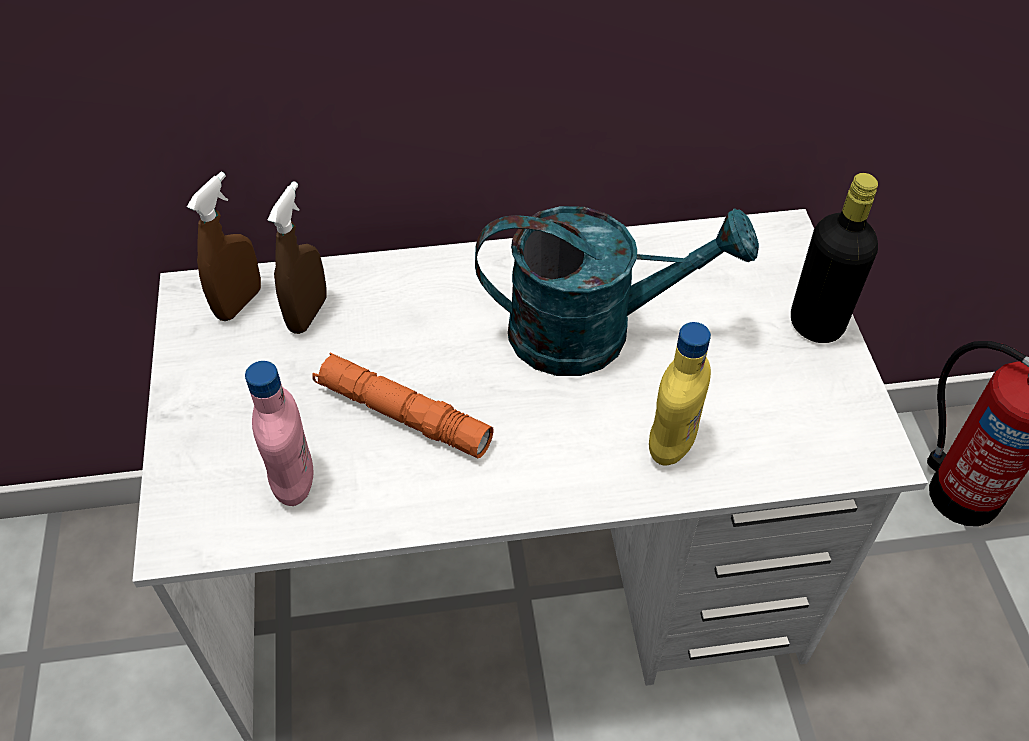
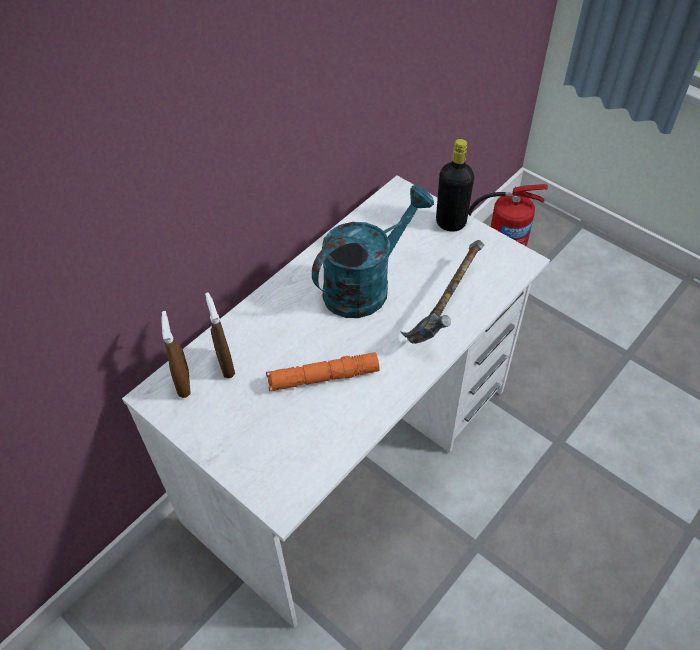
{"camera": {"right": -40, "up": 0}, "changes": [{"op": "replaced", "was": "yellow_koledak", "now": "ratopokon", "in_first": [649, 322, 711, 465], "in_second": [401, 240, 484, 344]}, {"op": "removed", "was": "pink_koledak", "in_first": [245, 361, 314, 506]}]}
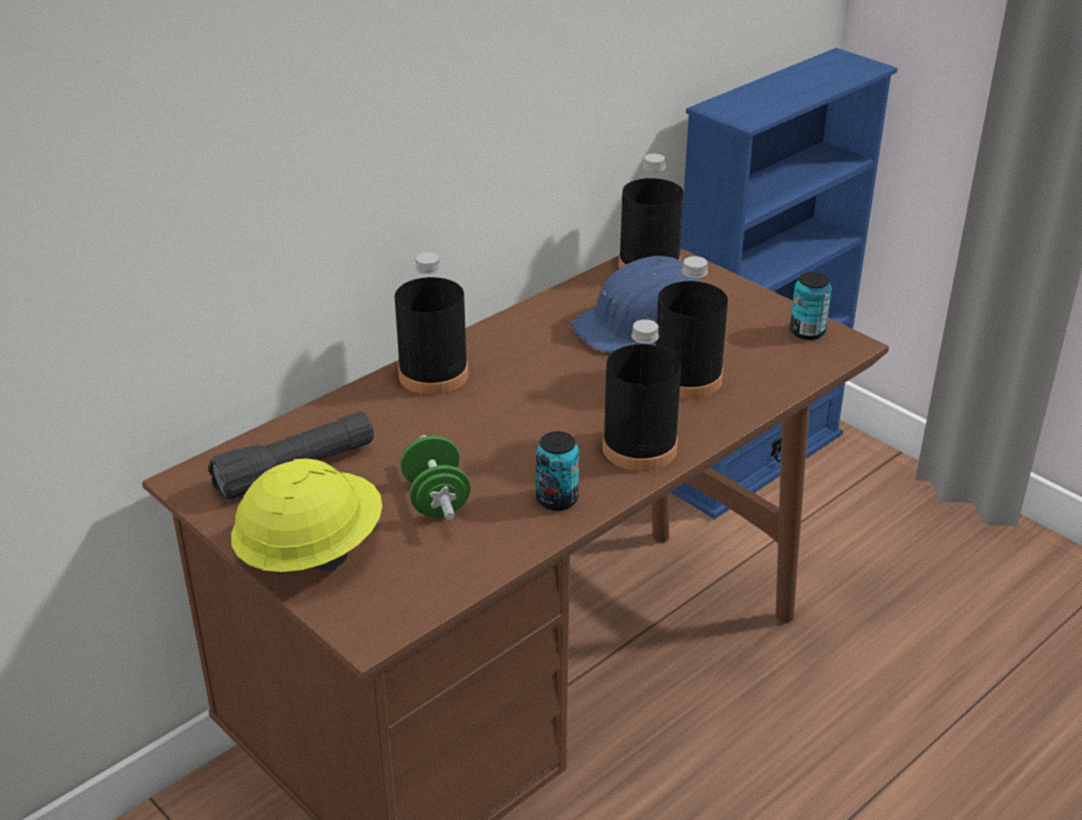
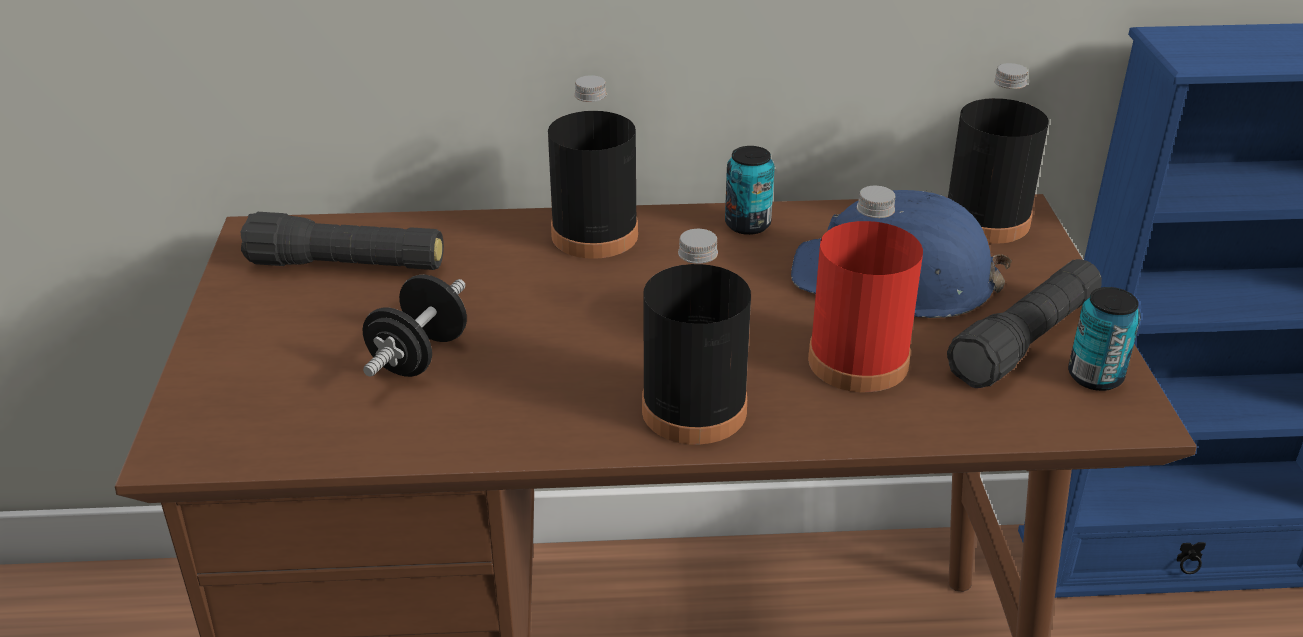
{"camera": {"right": 40, "up": 0}, "changes": [{"op": "recoloured", "was": "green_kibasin", "now": "black_kibasin", "in_first": [400, 435, 470, 520], "in_second": [363, 275, 467, 377]}, {"op": "moved", "was": "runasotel", "in_first": [536, 431, 579, 511], "in_second": [725, 146, 775, 235]}, {"op": "recoloured", "was": "black_koledak", "now": "red_koledak", "in_first": [655, 256, 728, 399], "in_second": [808, 186, 923, 392]}, {"op": "added", "now": "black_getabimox", "in_second": [947, 259, 1102, 388]}, {"op": "removed", "was": "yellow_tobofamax", "in_first": [231, 459, 382, 572]}]}
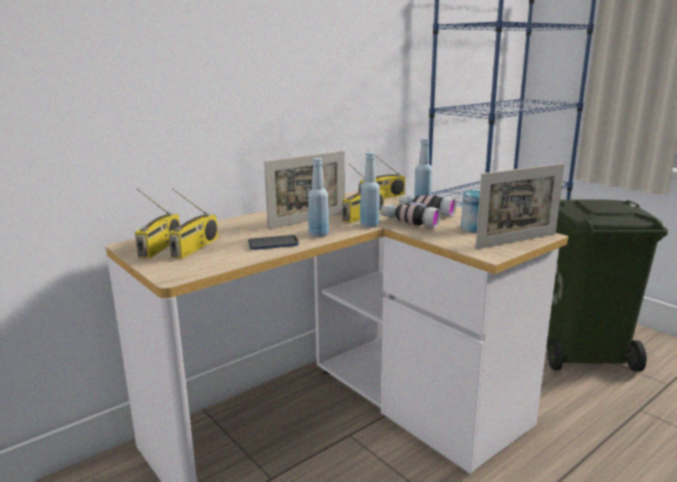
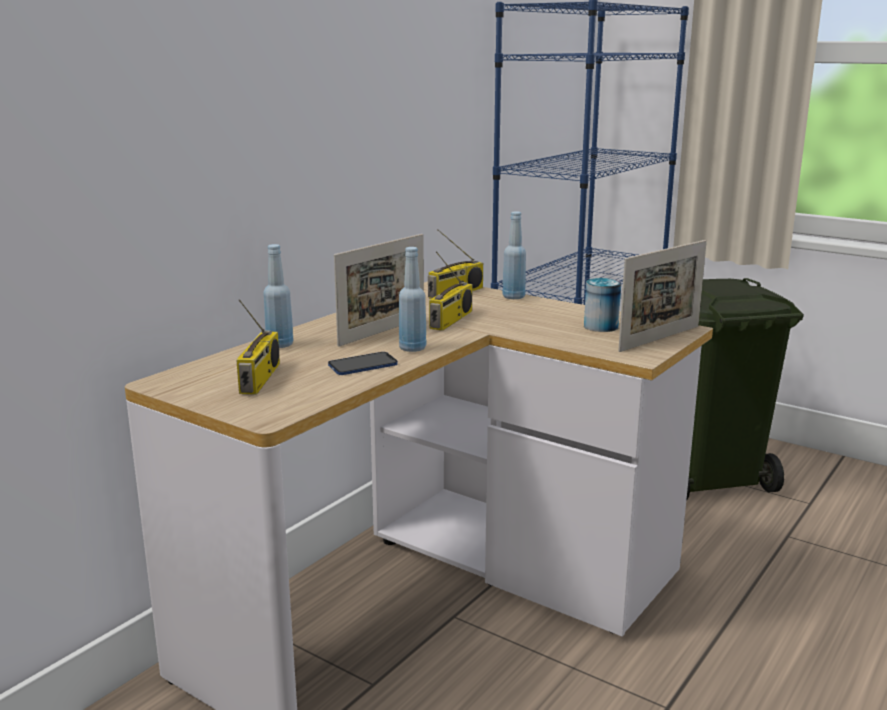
{"camera": {"right": -15, "up": 0}, "changes": [{"op": "moved", "was": "blue_koledak", "in_first": [360, 152, 380, 228], "in_second": [263, 244, 293, 348]}, {"op": "removed", "was": "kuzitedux", "in_first": [135, 188, 180, 258]}, {"op": "removed", "was": "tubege", "in_first": [381, 195, 456, 228]}]}
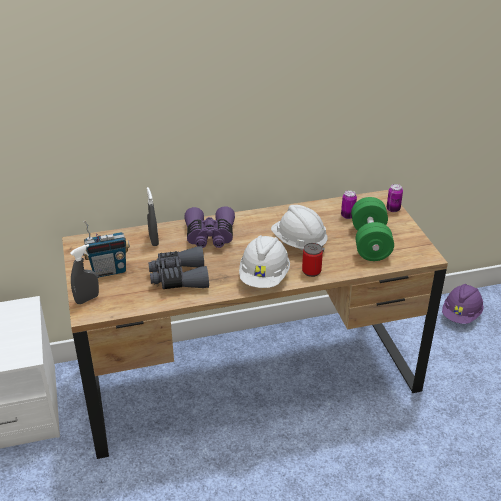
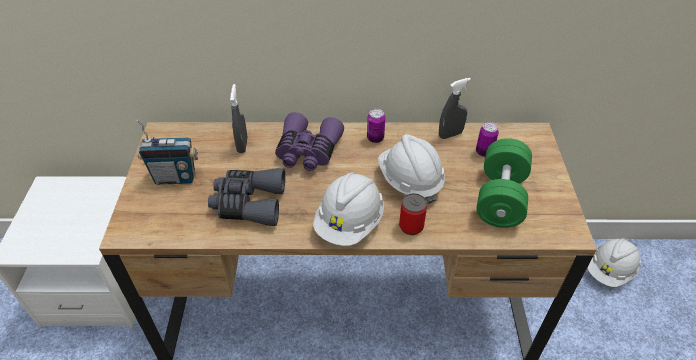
{"camera": {"right": 15, "up": 10}, "changes": [{"op": "moved", "was": "runasotel", "in_first": [387, 184, 403, 212], "in_second": [367, 109, 385, 143]}, {"op": "moved", "was": "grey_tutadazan", "in_first": [70, 244, 99, 304], "in_second": [439, 78, 471, 139]}, {"op": "recoloured", "was": "purple_tobofamax", "now": "white_tobofamax", "in_first": [442, 284, 484, 324], "in_second": [587, 238, 641, 287]}]}
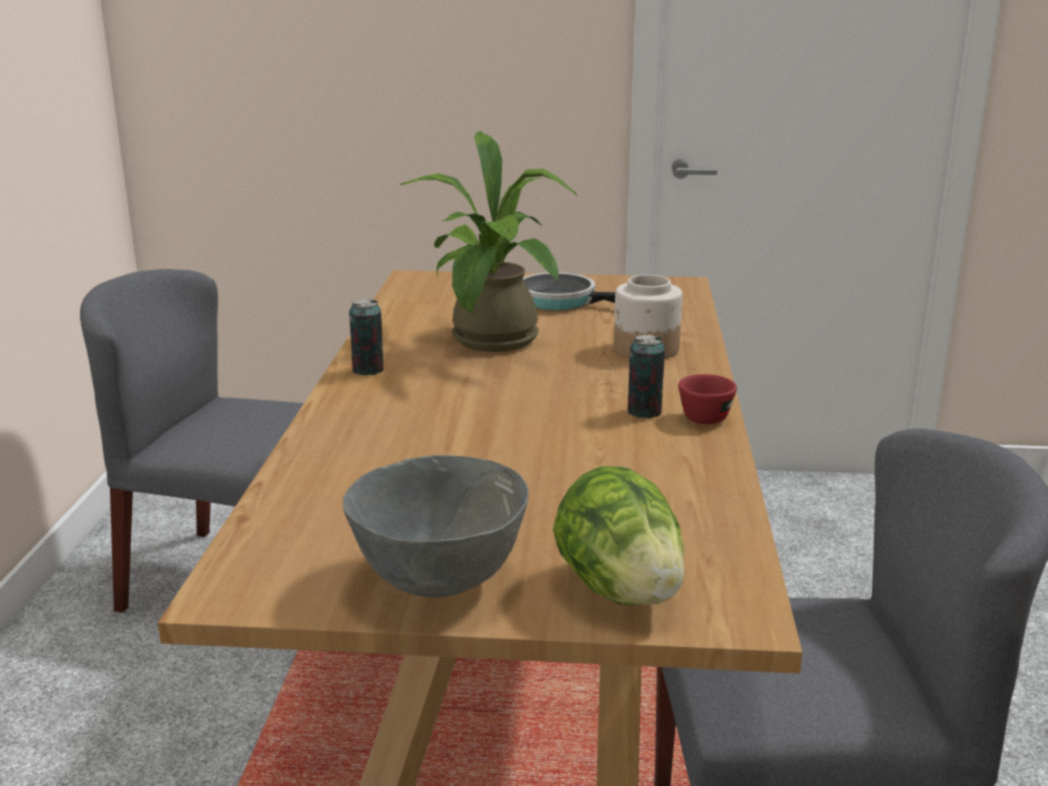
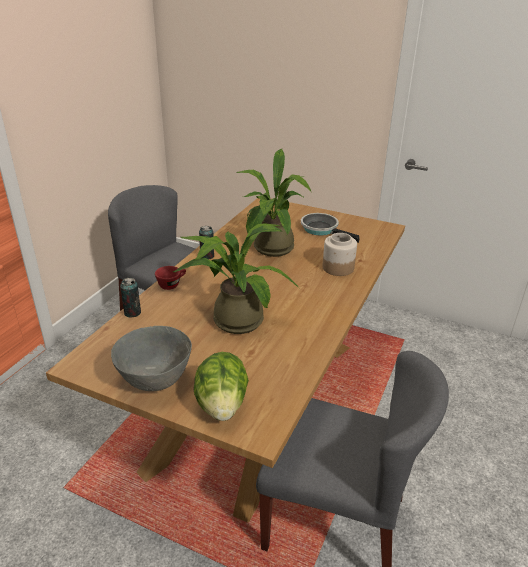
{"camera": {"right": 20, "up": 10}, "changes": [{"op": "moved", "was": "runasotel", "in_first": [628, 334, 665, 418], "in_second": [120, 278, 141, 317]}, {"op": "moved", "was": "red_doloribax", "in_first": [678, 374, 737, 424], "in_second": [155, 266, 186, 290]}, {"op": "added", "now": "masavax", "in_second": [173, 223, 300, 334]}]}
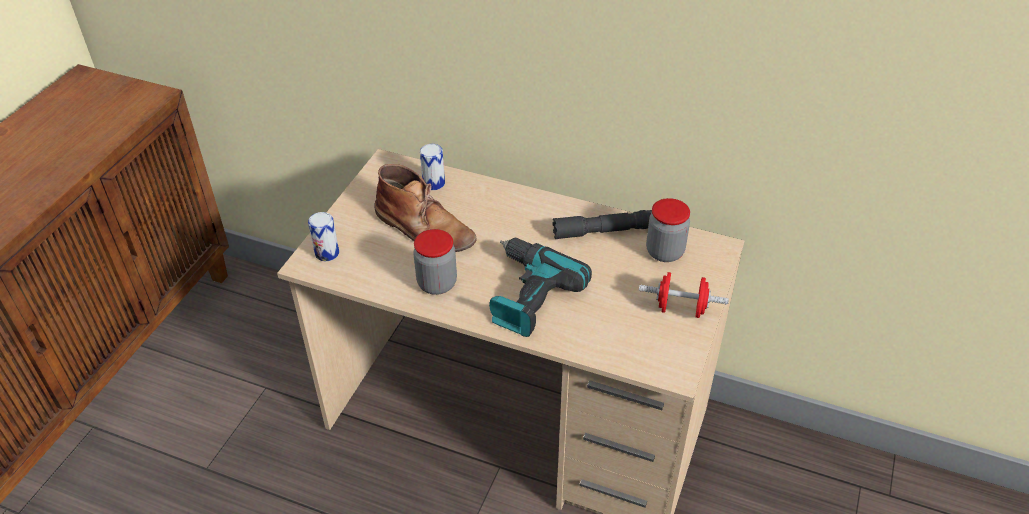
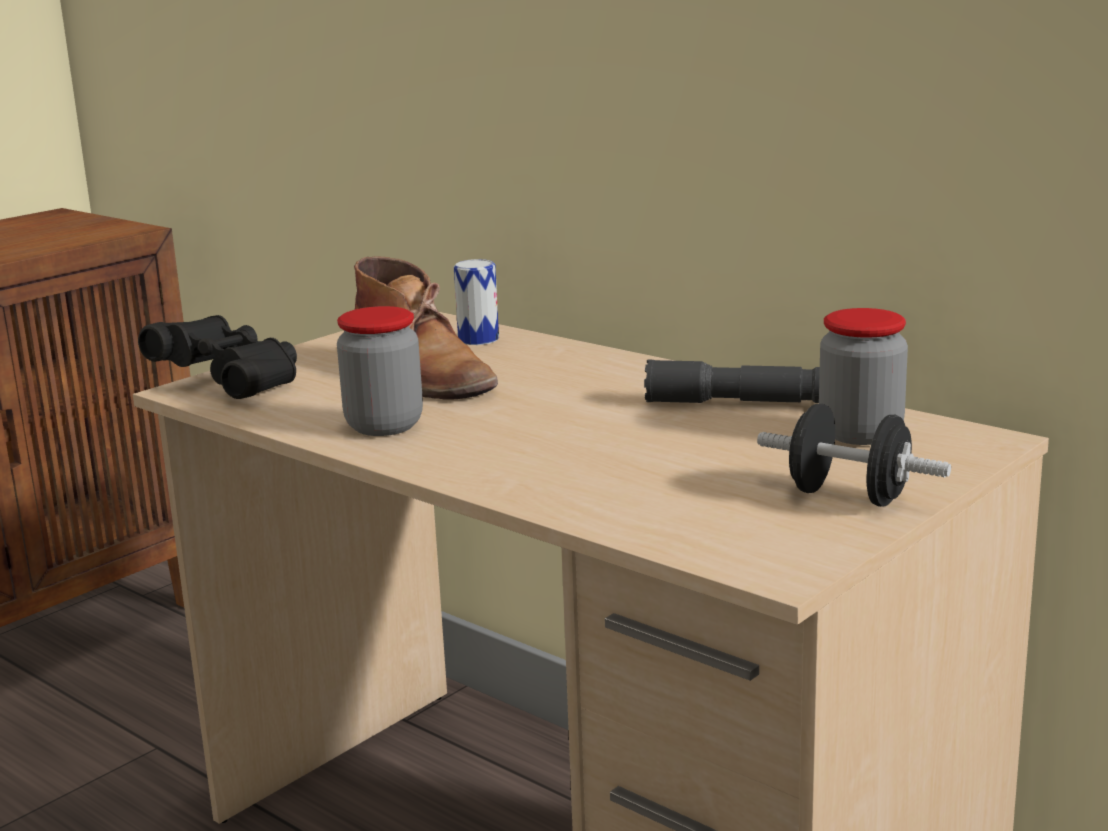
{"camera": {"right": 20, "up": -25}, "changes": [{"op": "replaced", "was": "runasotel", "now": "black_tubege", "in_first": [308, 212, 339, 261], "in_second": [138, 315, 297, 399]}, {"op": "recoloured", "was": "red_kibasin", "now": "black_kibasin", "in_first": [639, 272, 729, 318], "in_second": [757, 404, 951, 507]}, {"op": "removed", "was": "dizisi", "in_first": [489, 237, 592, 337]}]}
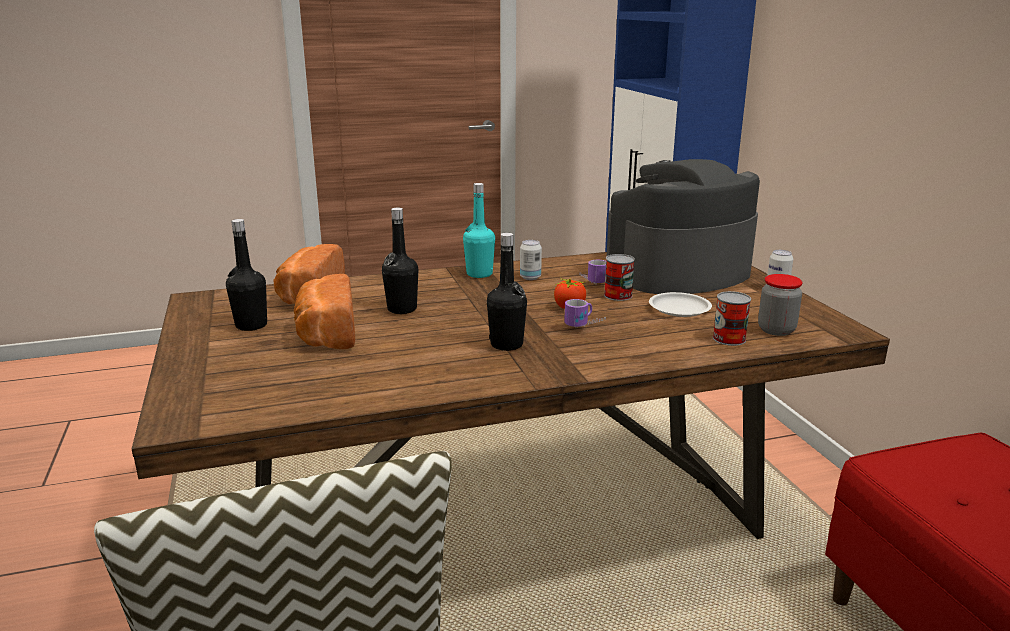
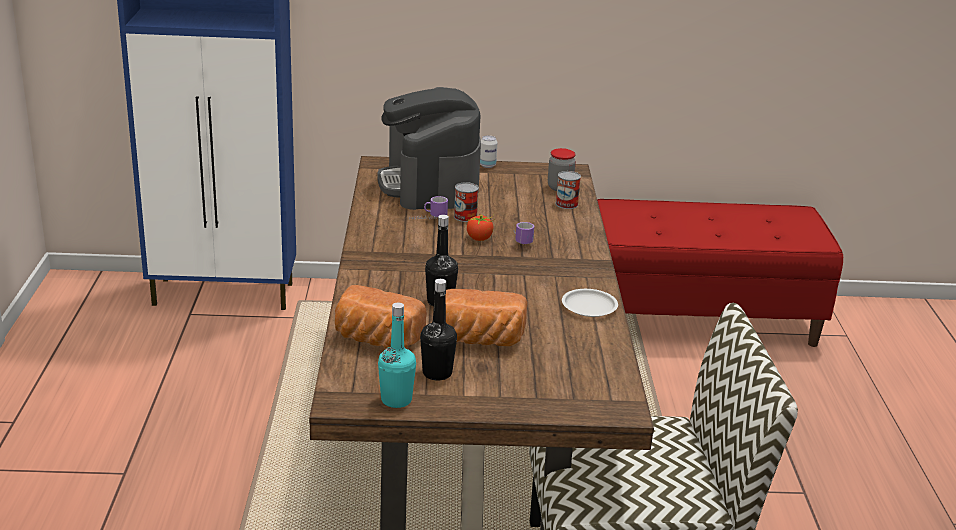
{"camera": {"right": -75, "up": 5}, "changes": [{"op": "moved", "was": "turquoise_koledak", "in_first": [463, 183, 495, 278], "in_second": [378, 303, 416, 408]}, {"op": "moved", "was": "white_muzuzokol", "in_first": [649, 292, 712, 317], "in_second": [562, 289, 618, 317]}, {"op": "removed", "was": "black_koledak", "in_first": [487, 233, 527, 351]}, {"op": "removed", "was": "runasotel", "in_first": [520, 240, 542, 280]}]}
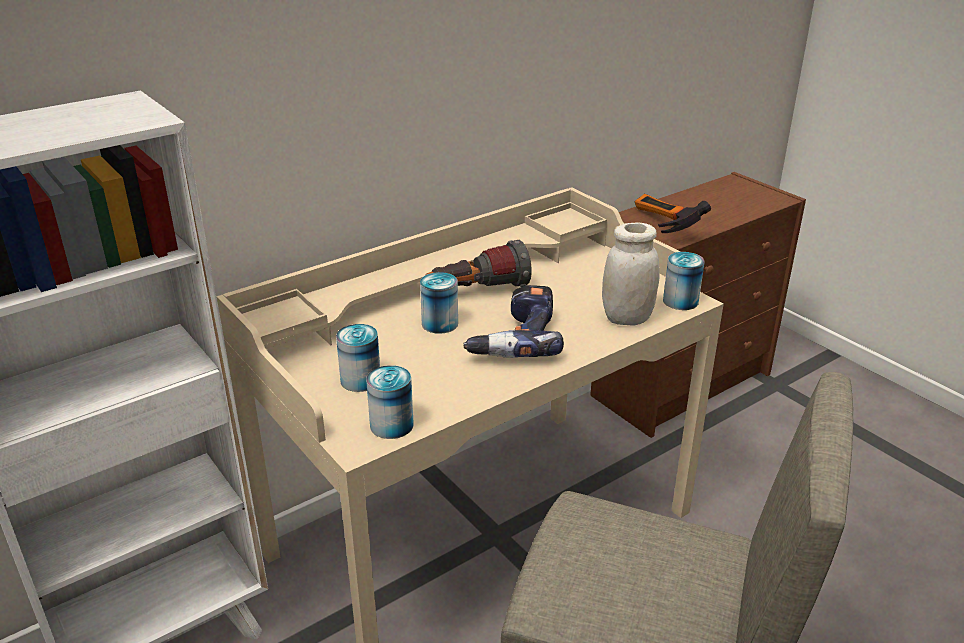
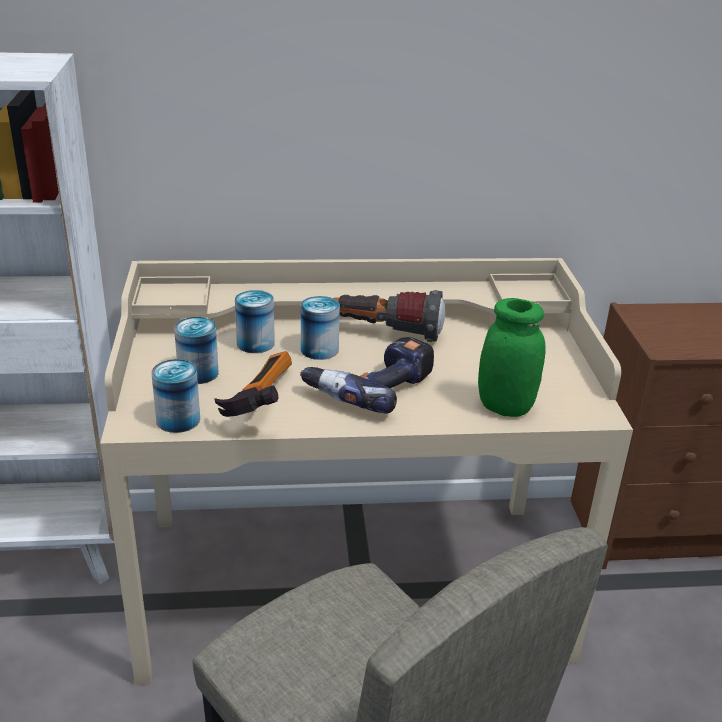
{"camera": {"right": 30, "up": 0}, "changes": [{"op": "moved", "was": "ratopokon", "in_first": [635, 194, 711, 233], "in_second": [214, 351, 292, 417]}, {"op": "moved", "was": "runasotel", "in_first": [663, 252, 705, 310], "in_second": [235, 290, 275, 353]}, {"op": "recoloured", "was": "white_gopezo", "now": "green_gopezo", "in_first": [602, 222, 660, 326], "in_second": [478, 298, 546, 417]}]}
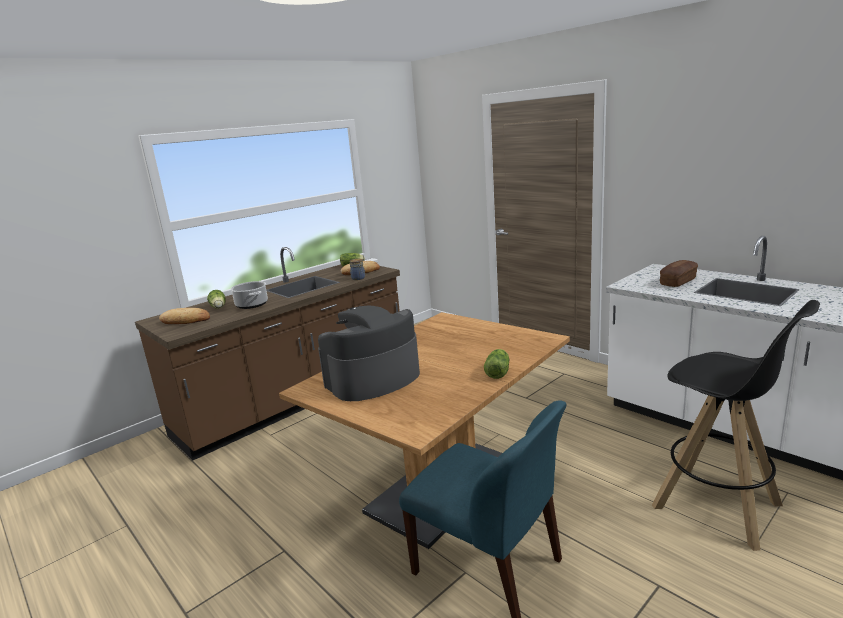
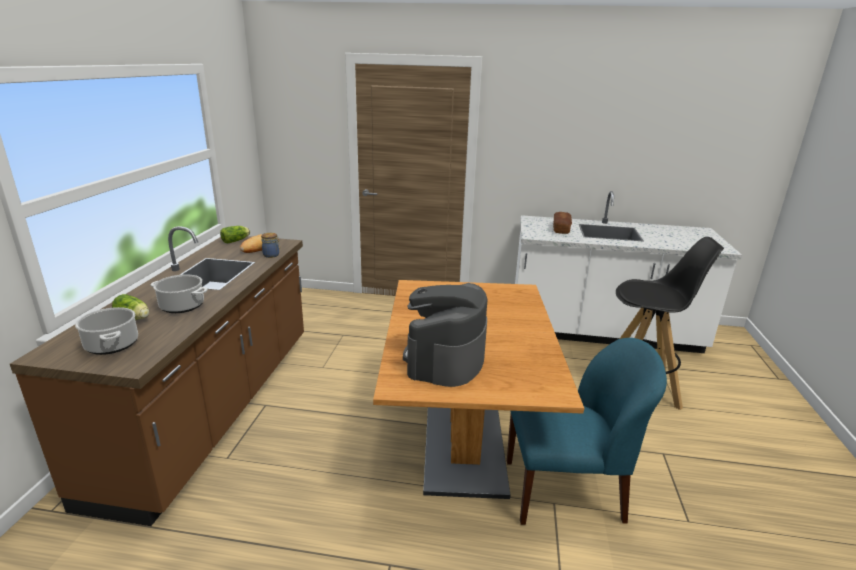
{"camera": {"right": -40, "up": 5}, "changes": [{"op": "replaced", "was": "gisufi", "now": "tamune", "in_first": [159, 308, 210, 324], "in_second": [75, 307, 138, 355]}, {"op": "removed", "was": "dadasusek", "in_first": [484, 349, 509, 379]}]}
